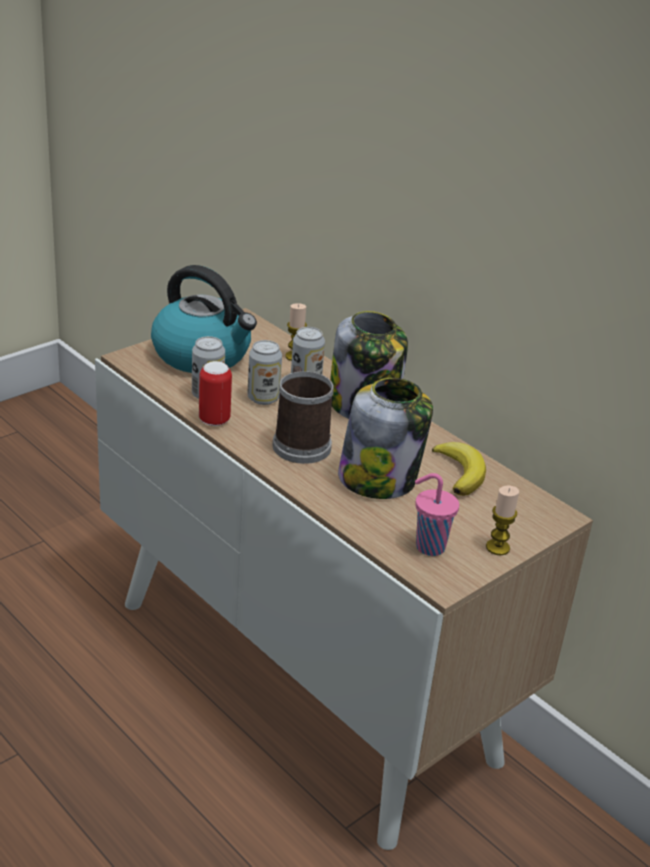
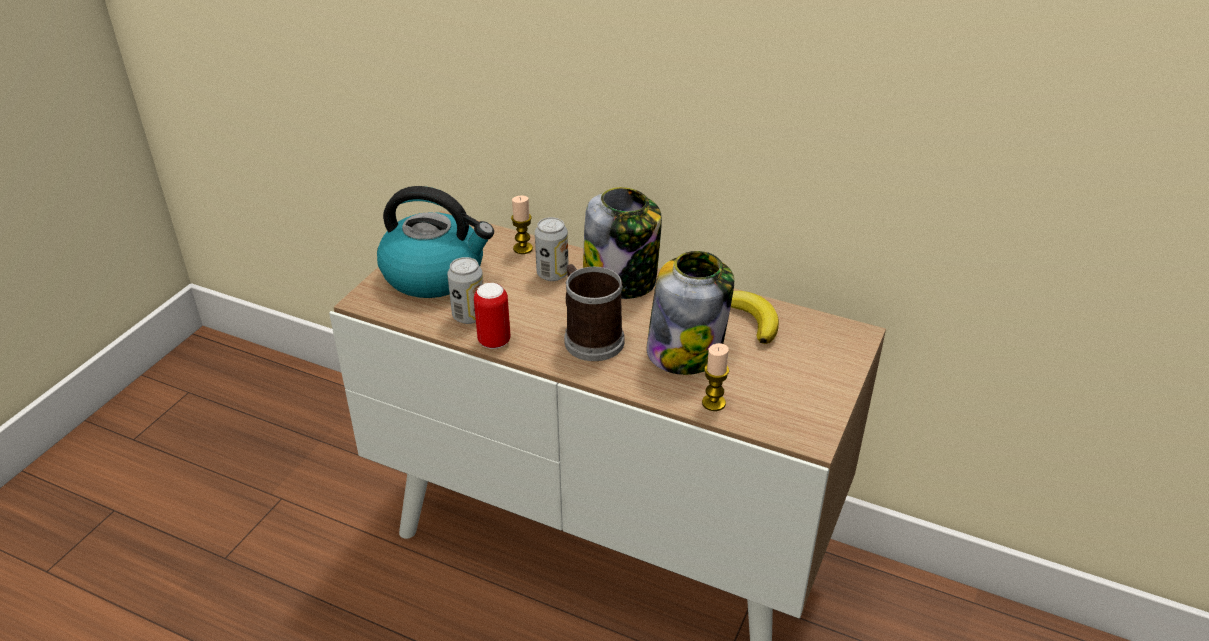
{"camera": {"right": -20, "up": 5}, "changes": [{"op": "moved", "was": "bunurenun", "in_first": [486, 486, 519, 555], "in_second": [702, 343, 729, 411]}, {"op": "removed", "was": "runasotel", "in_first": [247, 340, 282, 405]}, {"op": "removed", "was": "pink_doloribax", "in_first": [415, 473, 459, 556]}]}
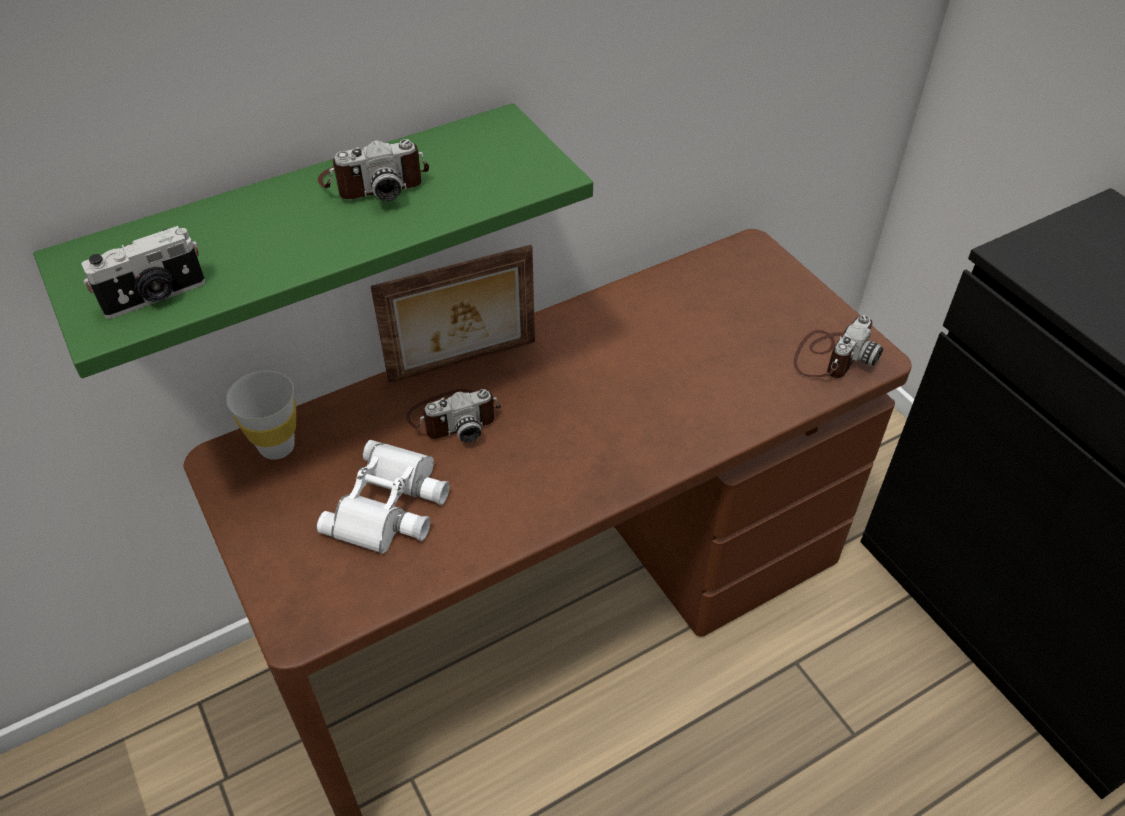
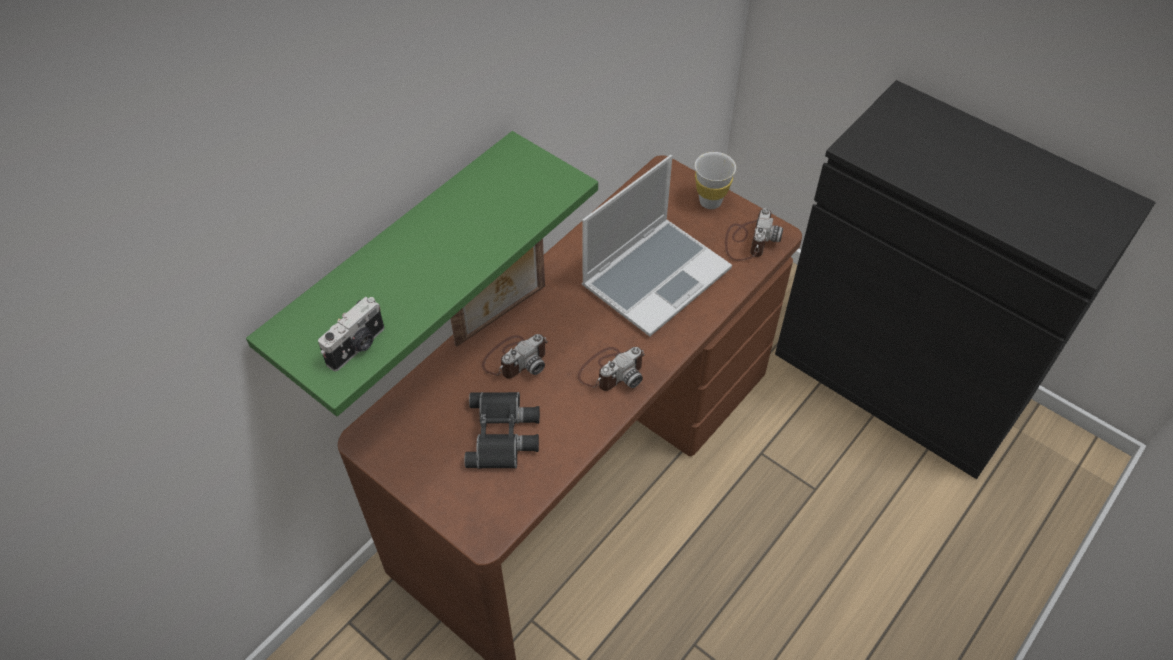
{"camera": {"right": -20, "up": 5}, "changes": [{"op": "recoloured", "was": "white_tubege", "now": "black_tubege", "in_first": [317, 440, 450, 554], "in_second": [464, 392, 540, 469]}, {"op": "moved", "was": "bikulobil", "in_first": [318, 139, 429, 201], "in_second": [578, 347, 645, 391]}, {"op": "added", "now": "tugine", "in_second": [582, 155, 732, 337]}, {"op": "moved", "was": "white_doloribax", "in_first": [226, 370, 296, 460], "in_second": [695, 152, 736, 209]}]}
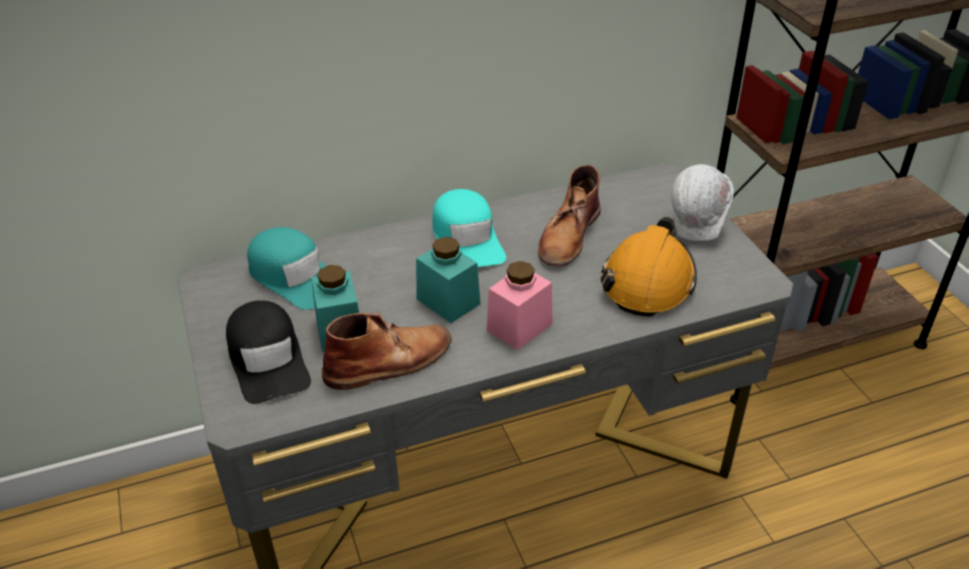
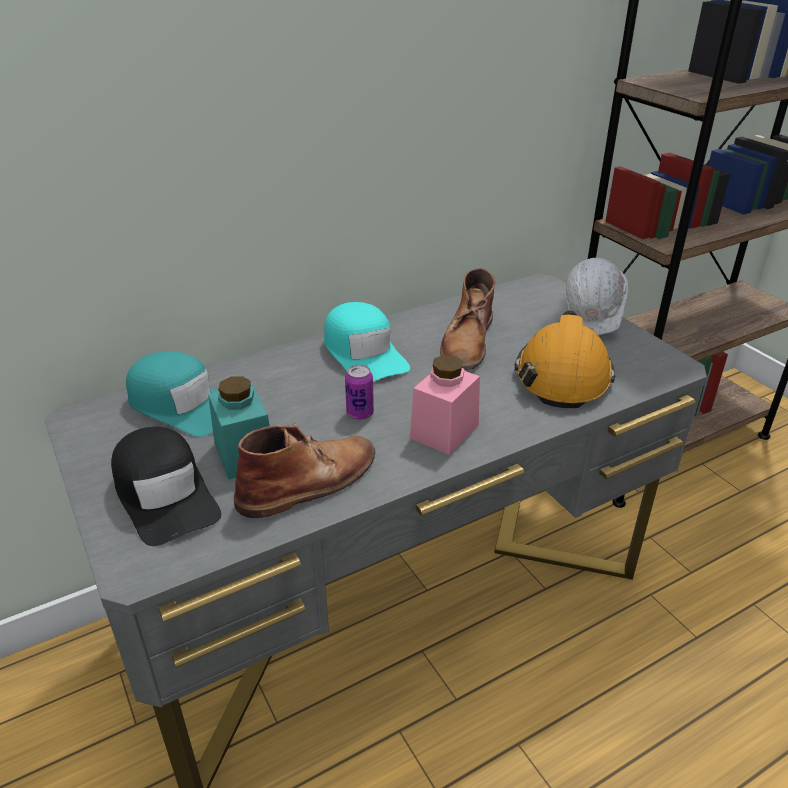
{"camera": {"right": -10, "up": -5}, "changes": [{"op": "replaced", "was": "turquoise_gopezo", "now": "runasotel", "in_first": [416, 237, 481, 323], "in_second": [345, 365, 374, 420]}]}
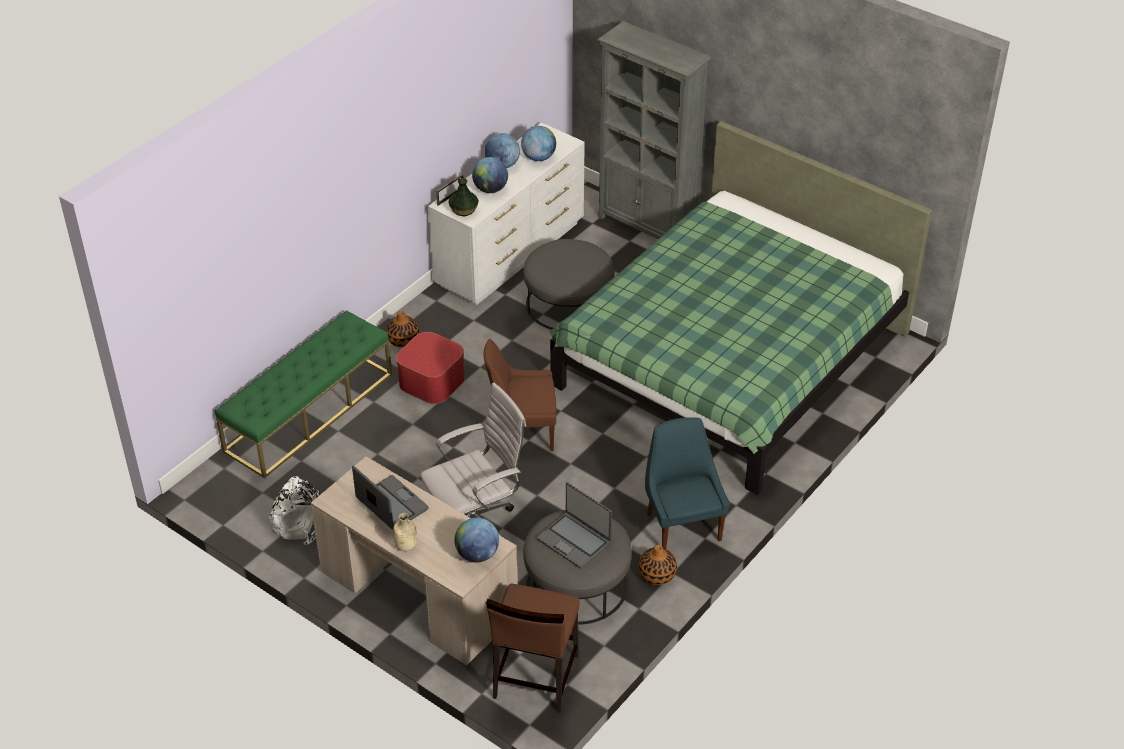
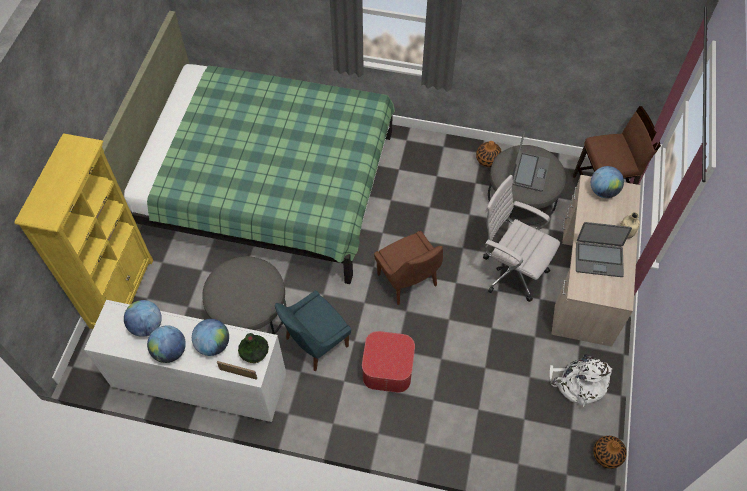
{"camera": {"right": -115, "up": 15}, "changes": [{"op": "recoloured", "was": "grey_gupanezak", "now": "yellow_gupanezak", "in_first": [598, 21, 711, 239], "in_second": [14, 133, 153, 329]}, {"op": "moved", "was": "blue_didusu", "in_first": [645, 417, 730, 549], "in_second": [275, 291, 351, 372]}, {"op": "turned", "was": "tugine", "in_first": [352, 466, 429, 530], "in_second": [576, 222, 632, 277], "clockwise": -105}, {"op": "moved", "was": "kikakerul", "in_first": [386, 311, 419, 348], "in_second": [593, 436, 627, 469]}, {"op": "removed", "was": "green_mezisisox", "in_first": [215, 310, 392, 478]}]}
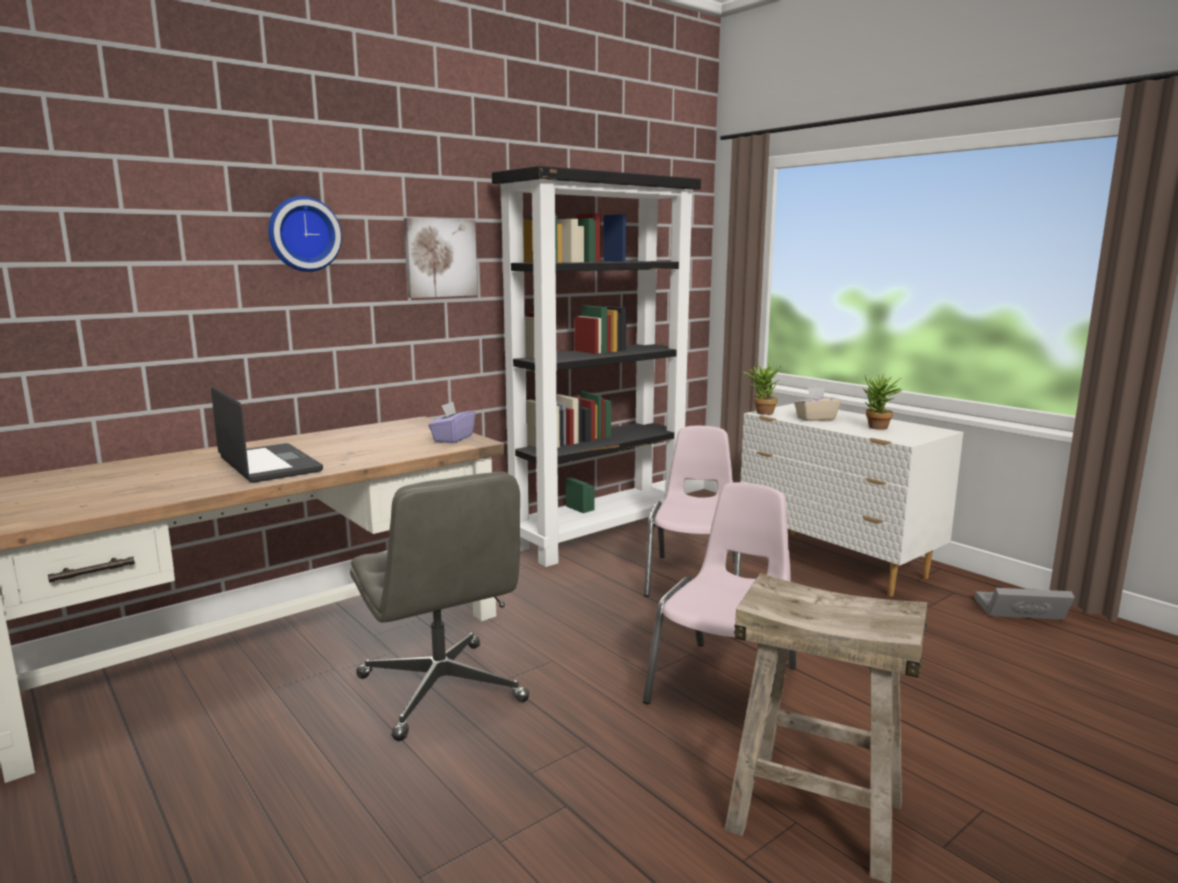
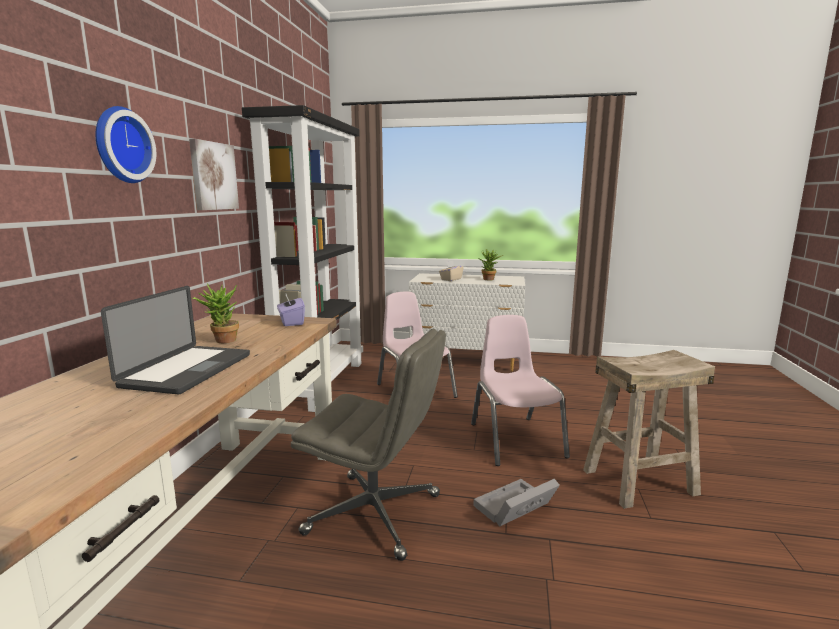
{"camera": {"right": -40, "up": 0}, "changes": [{"op": "turned", "was": "tugine", "in_first": [211, 386, 323, 483], "in_second": [101, 286, 250, 394], "clockwise": 90}, {"op": "moved", "was": "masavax", "in_first": [743, 362, 782, 415], "in_second": [192, 284, 239, 343]}, {"op": "moved", "was": "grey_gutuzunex", "in_first": [975, 588, 1075, 620], "in_second": [473, 479, 560, 527]}]}
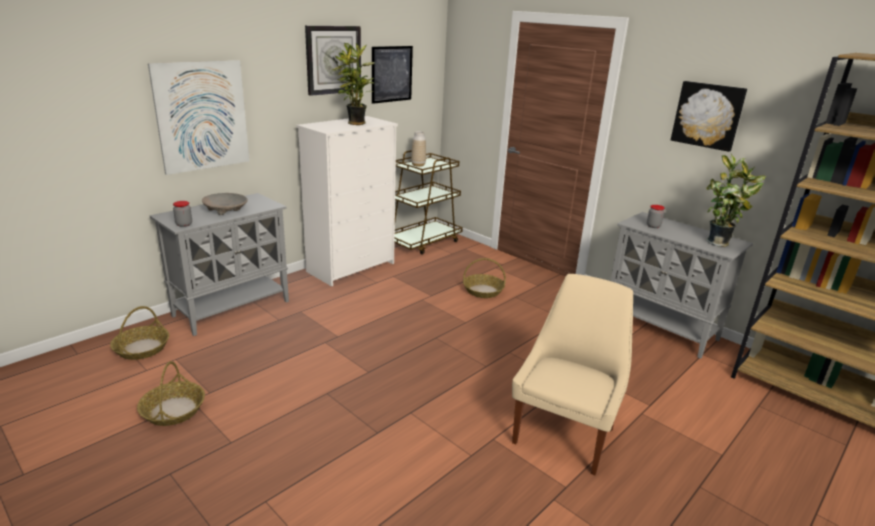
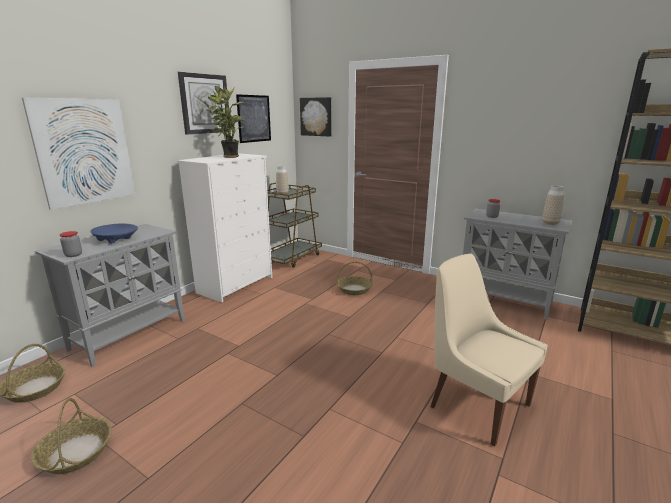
{"camera": {"right": -10, "up": -5}, "changes": [{"op": "recoloured", "was": "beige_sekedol", "now": "blue_sekedol", "in_first": [202, 193, 248, 215], "in_second": [90, 224, 138, 244]}, {"op": "moved", "was": "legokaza", "in_first": [671, 81, 747, 152], "in_second": [300, 97, 331, 136]}, {"op": "turned", "was": "beige_didusu", "in_first": [512, 274, 633, 475], "in_second": [430, 254, 548, 447], "clockwise": -60}, {"op": "replaced", "was": "masavax", "now": "kikakerul", "in_first": [706, 154, 767, 247], "in_second": [542, 185, 564, 225]}]}
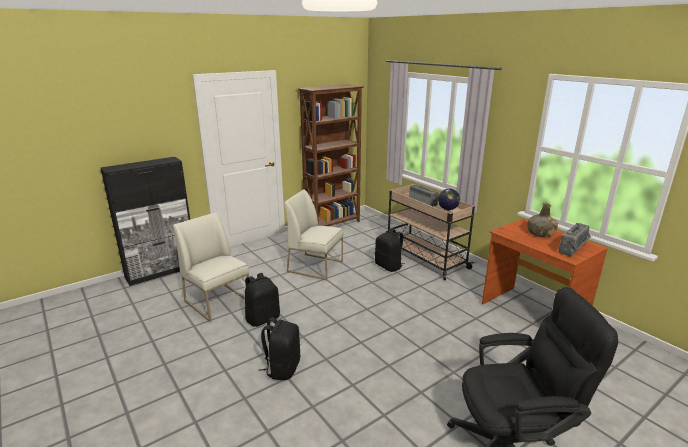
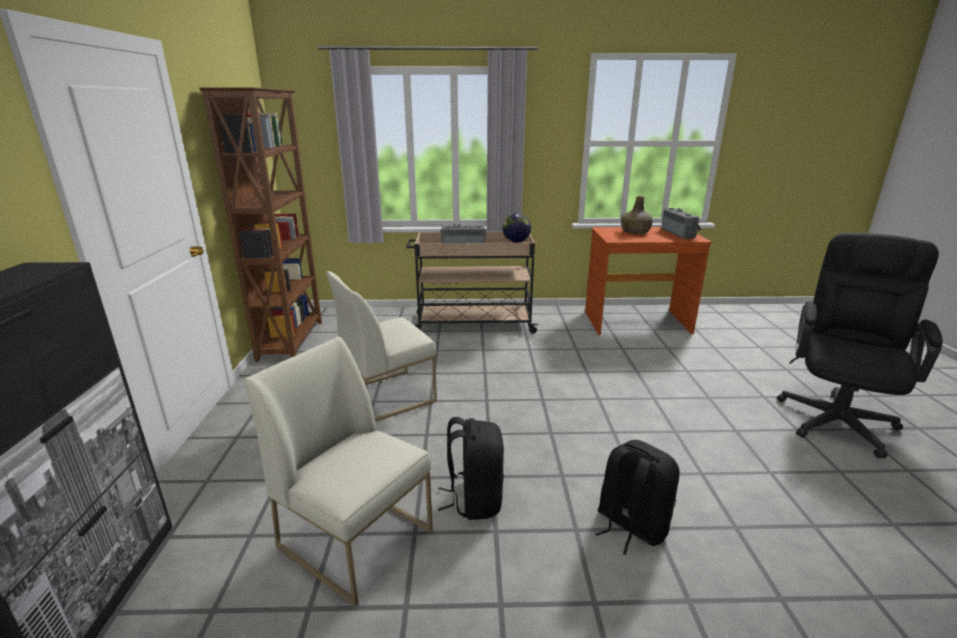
{"camera": {"right": -55, "up": 0}, "changes": [{"op": "turned", "was": "white_didusu", "in_first": [173, 212, 249, 322], "in_second": [244, 336, 433, 607], "clockwise": 45}, {"op": "removed", "was": "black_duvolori", "in_first": [375, 229, 405, 272]}]}
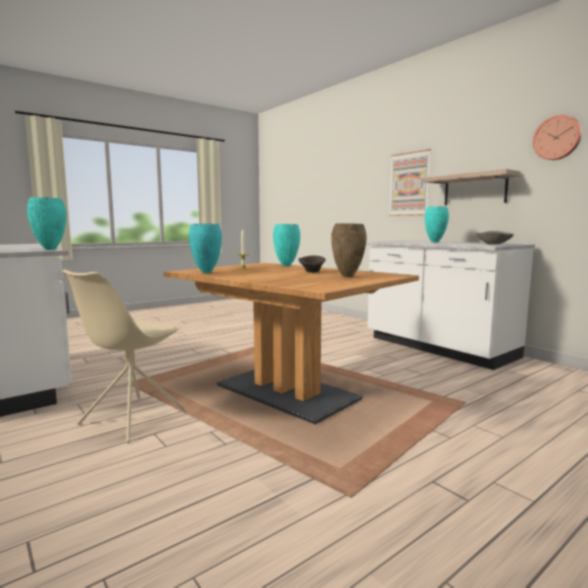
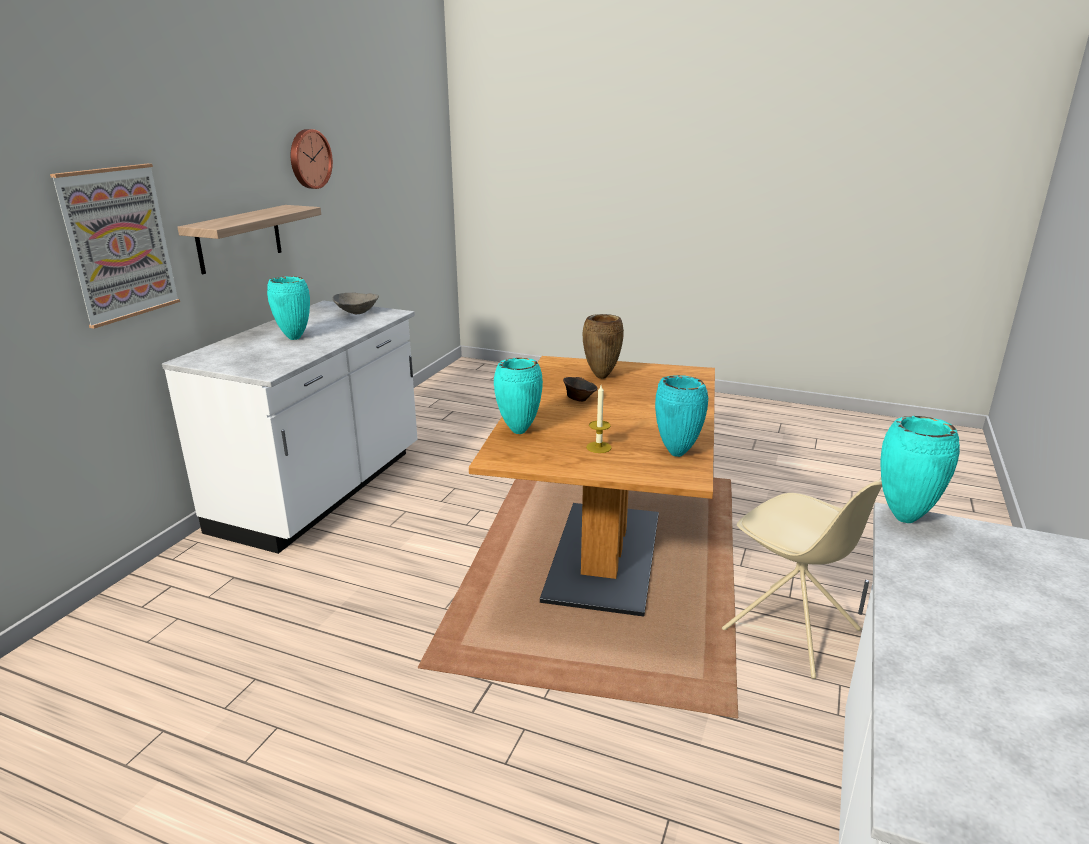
{"camera": {"right": -120, "up": 15}, "changes": [{"op": "turned", "was": "beige_didusu", "in_first": [63, 269, 188, 443], "in_second": [722, 478, 882, 679], "clockwise": 45}]}
